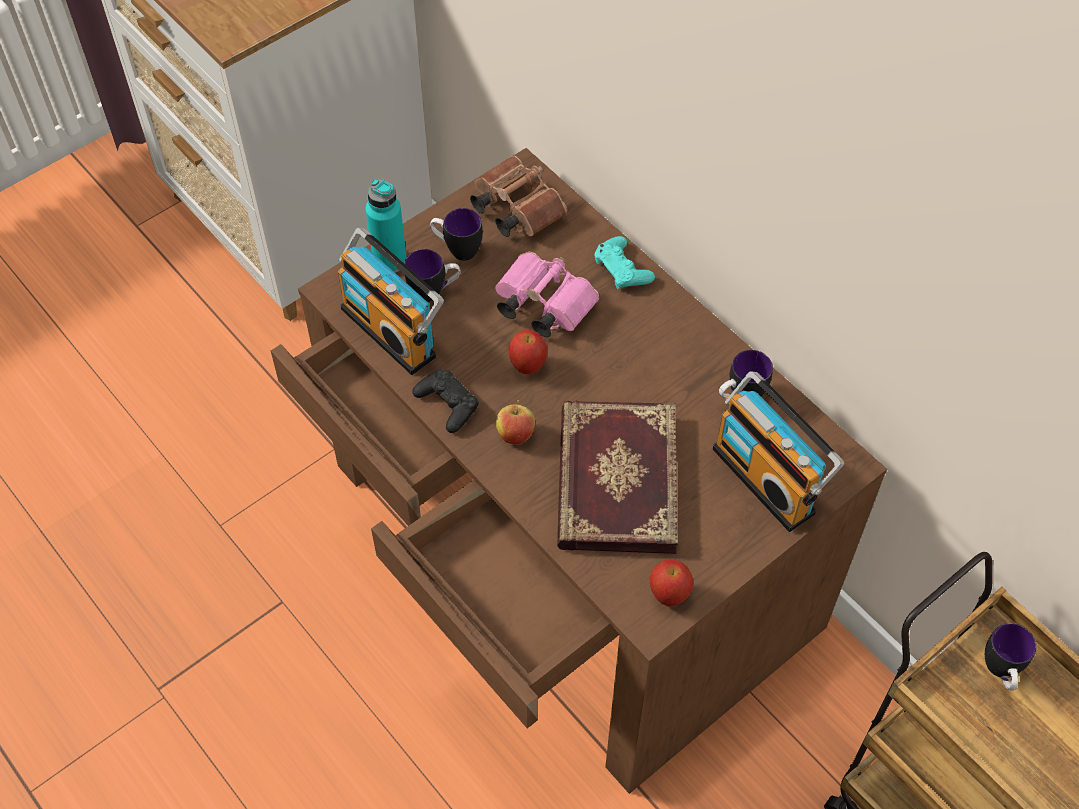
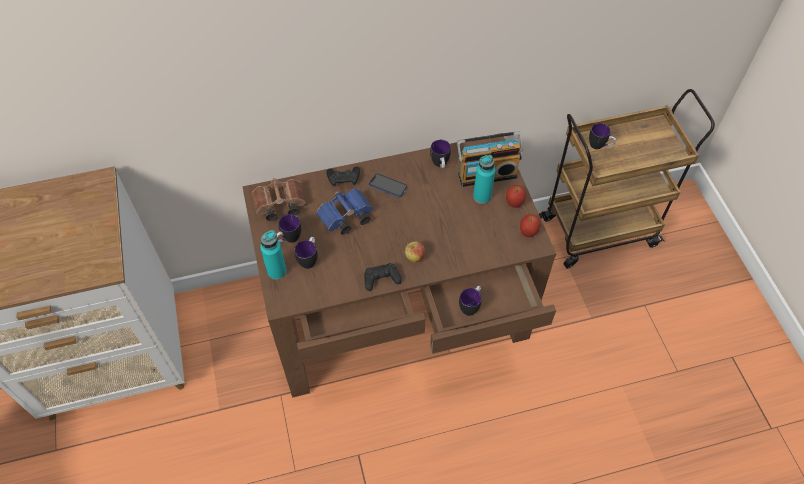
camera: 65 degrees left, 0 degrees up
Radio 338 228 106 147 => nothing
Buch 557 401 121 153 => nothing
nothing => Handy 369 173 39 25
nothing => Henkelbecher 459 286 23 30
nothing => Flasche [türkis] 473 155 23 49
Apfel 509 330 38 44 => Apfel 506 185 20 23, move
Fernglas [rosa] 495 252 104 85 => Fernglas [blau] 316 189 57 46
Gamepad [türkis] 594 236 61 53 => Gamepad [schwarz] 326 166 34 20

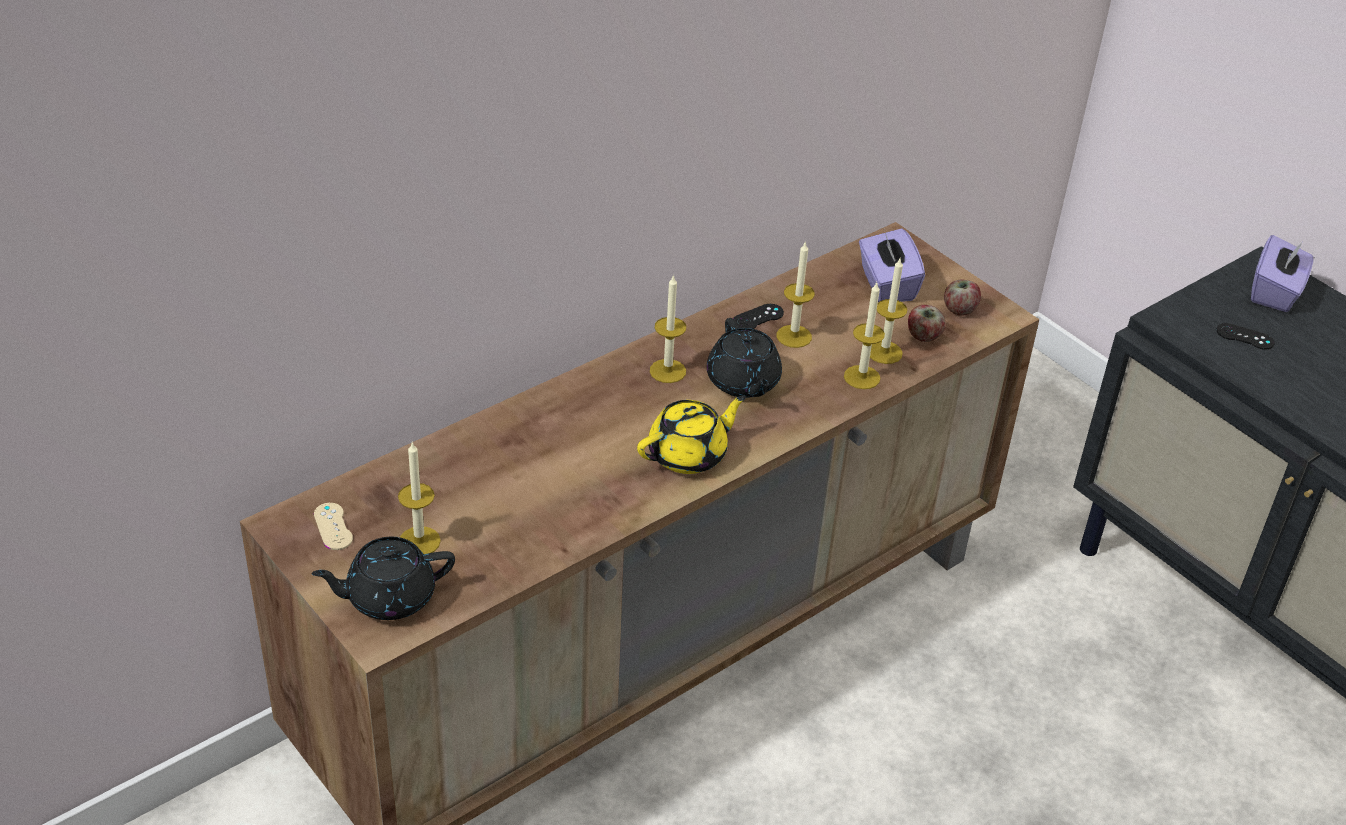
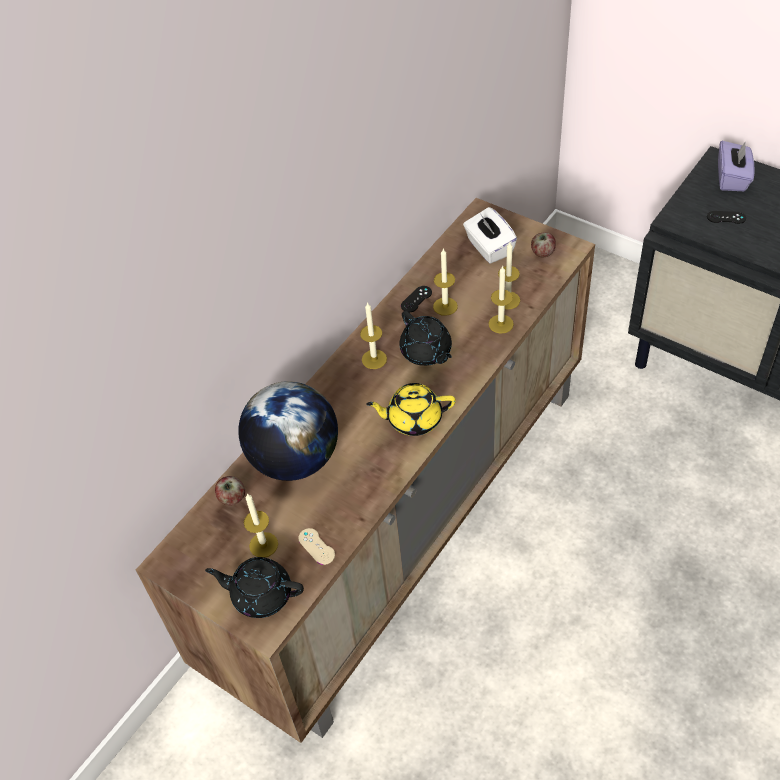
camera: 10 degrees left, 10 degrees up
nothing => Globus 238 381 100 100
Gamepad [beige] 314 503 39 47 => Gamepad [beige] 298 528 37 37, move
Apfel 908 305 38 37 => Apfel 215 476 30 29, move
Taschentuchbox [lila] 859 228 66 74 => Taschentuchbox [weiß] 463 207 54 57
Teekanne [schwarz] 312 537 143 83 => Teekanne [schwarz] 205 557 99 61, 45 degrees clockwise
Teekanne [gelb] 637 396 109 78 => Teekanne [gelb] 366 383 89 53, 135 degrees counterclockwise

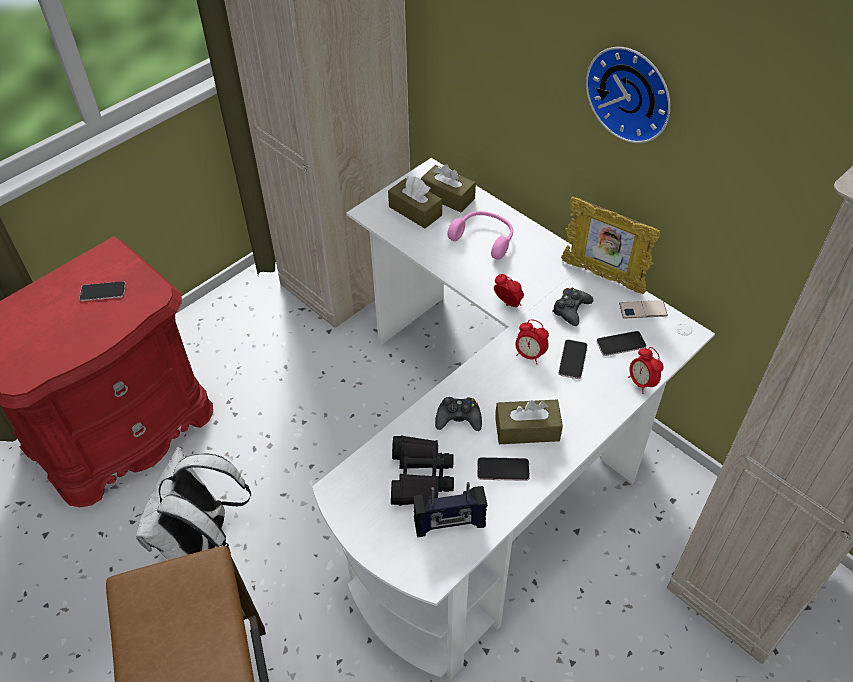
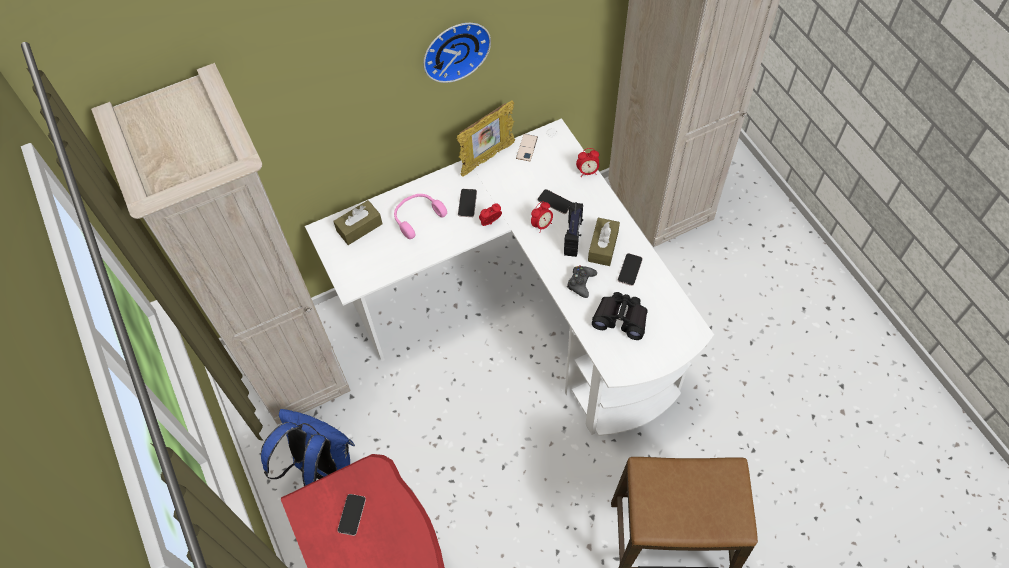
camera: 70 degrees left, 10 degrees up
Rucksack [weiß] 136 447 115 113 => nothing
Taschentuchbox [braun] 388 176 54 53 => nothing
Gamepad [schwarz] 553 288 40 38 => nothing
nothing => Rucksack [blau] 261 409 94 77
Radio 413 482 74 55 => Radio 564 202 19 55, move
Handy 596 331 51 25 => Handy 458 189 19 28, move

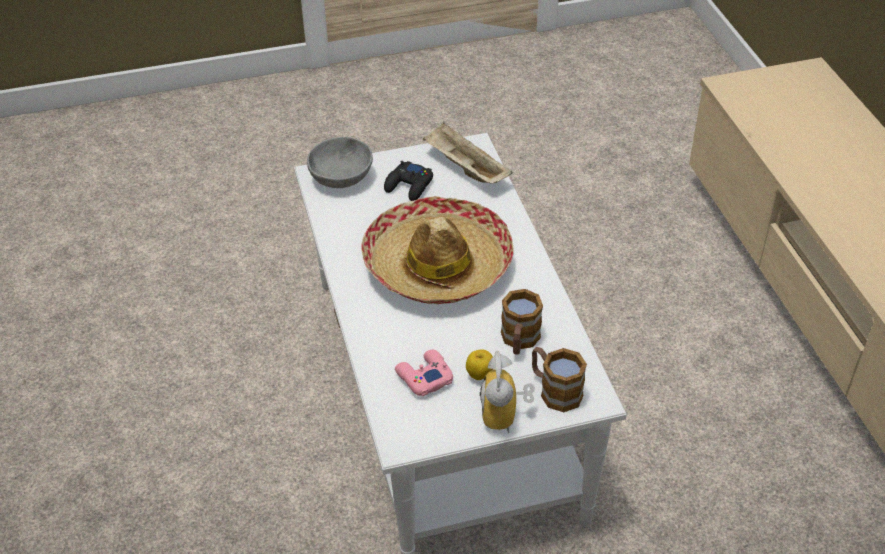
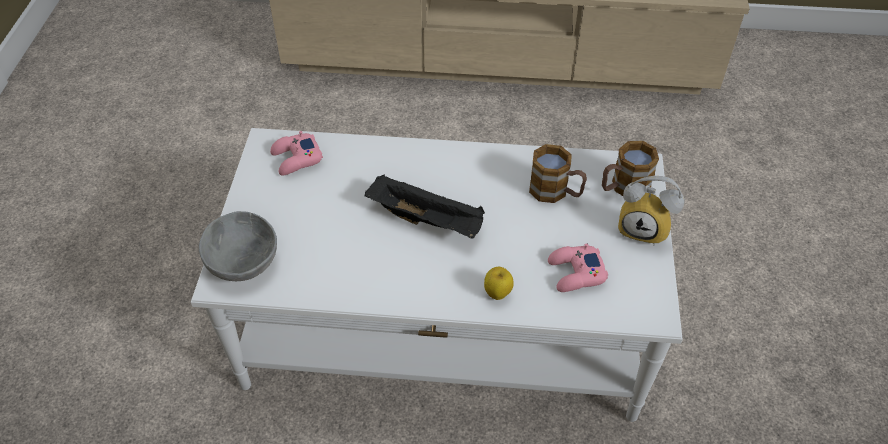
camera: 70 degrees left, 5 degrees up
Gamepad [schwarz] 384 161 49 40 => nothing
Apfel 466 349 27 31 => Apfel 484 267 30 33, move
Hut 361 196 153 108 => Tablett [schwarz] 365 174 120 65
Tablett [beige] 423 123 90 61 => Gamepad [rosa] 270 131 53 45

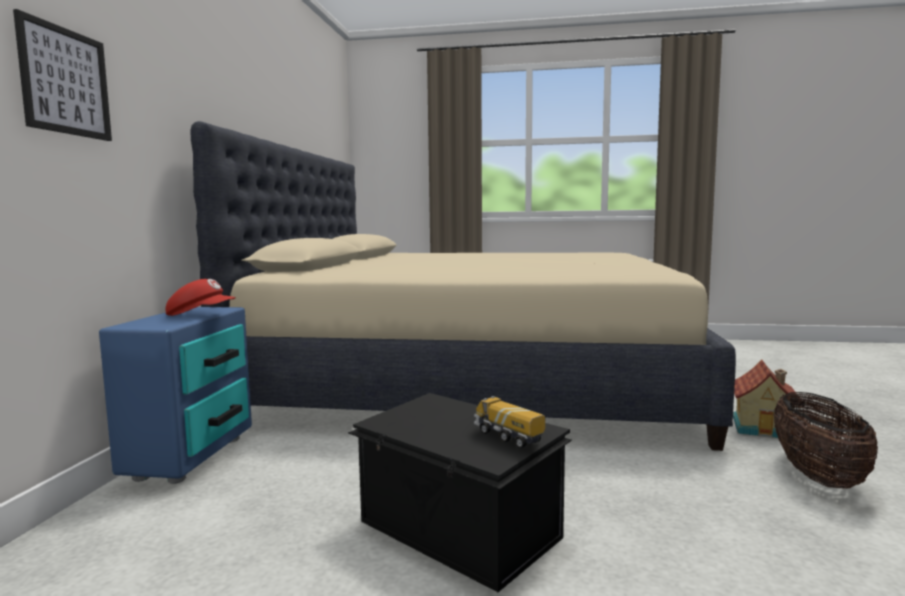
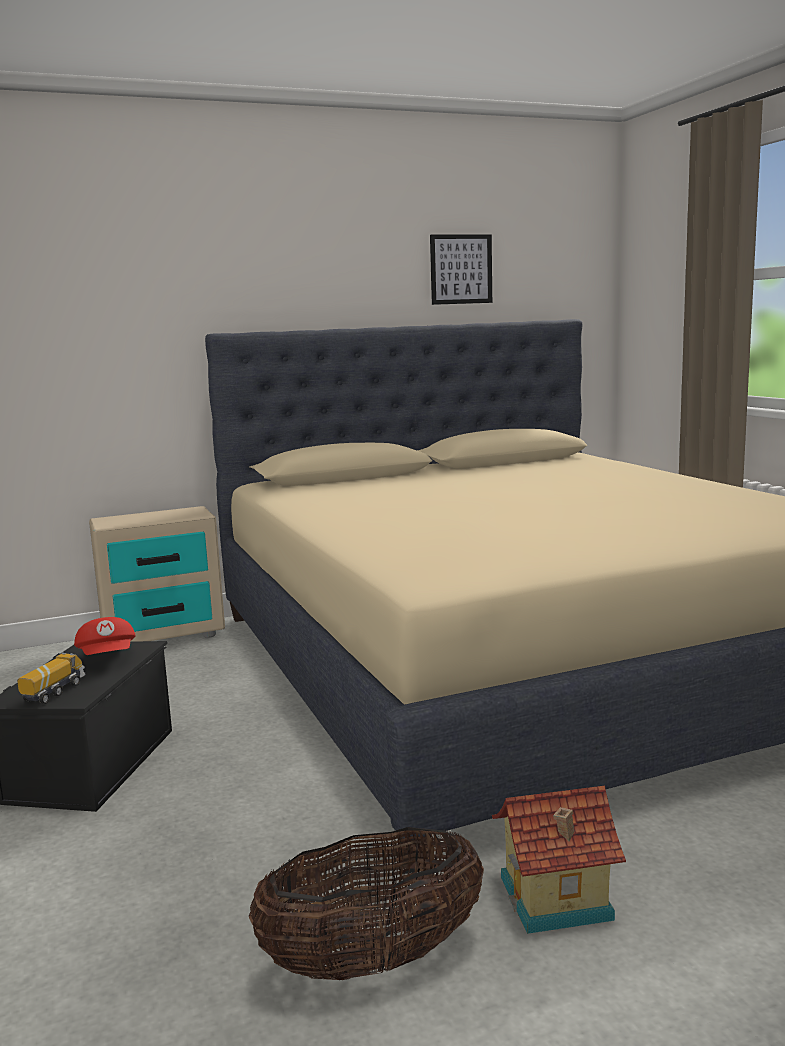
camera: 60 degrees right, 5 degrees up
Bild 13 9 99 132 => Bild 430 235 62 70, move
Kappe [rot] 166 279 70 37 => Kappe [rot] 74 617 62 38, move
Nachttisch [blau] 99 307 153 177 => Nachttisch [beige] 89 506 136 136

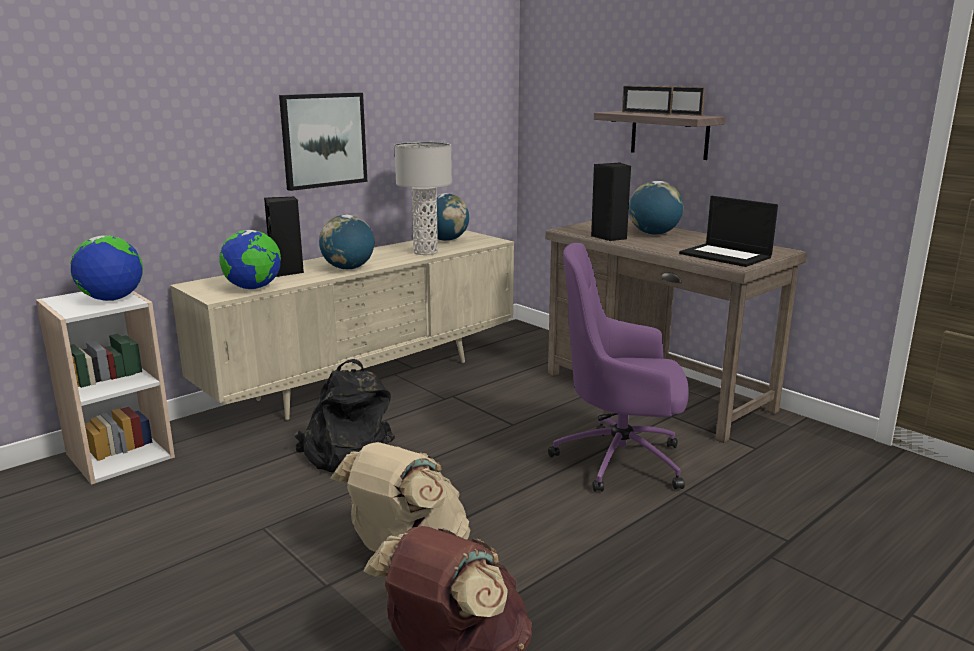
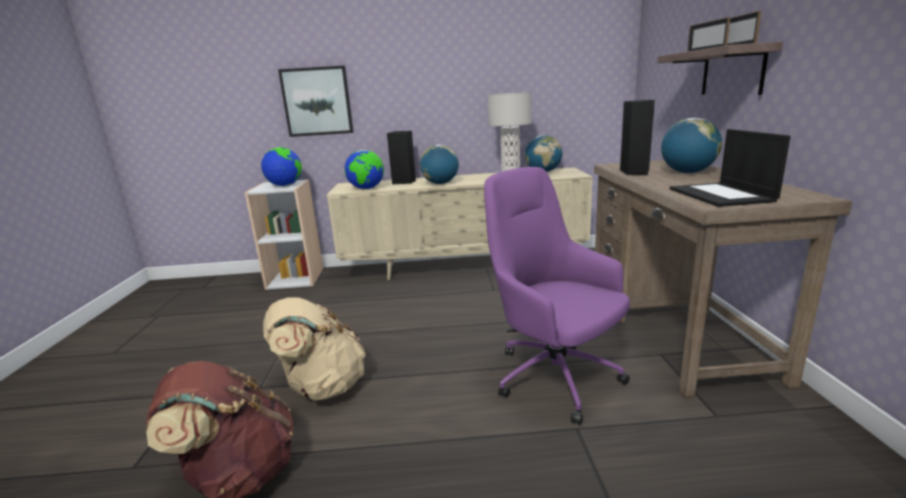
camera: 40 degrees right, 0 degrees up
Rucksack [schwarz] 294 359 101 113 => nothing
Bild 279 93 88 98 => Bild 278 66 75 71, move

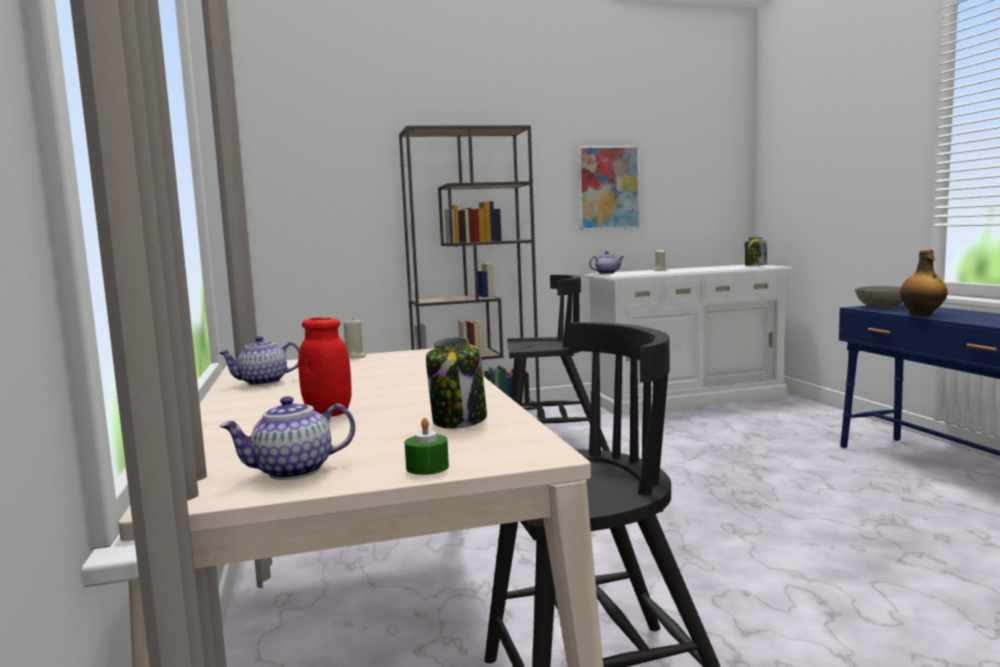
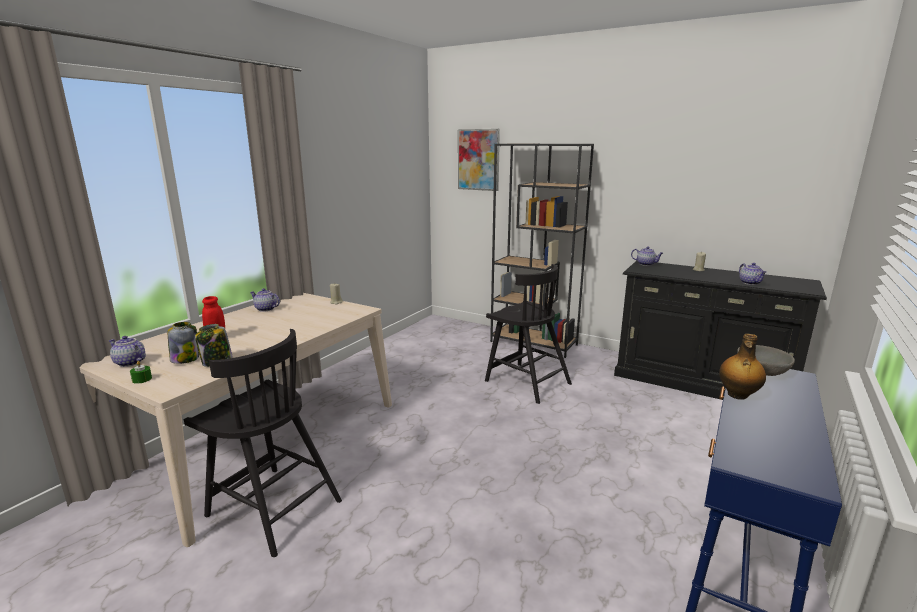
camera: 45 degrees right, 10 degrees up
nothing => Teekanne 739 263 28 22
Bild 578 145 62 85 => Bild 458 129 42 62, move
Vorratsglas 745 237 22 29 => Vorratsglas 168 322 31 42, move
Schrank [weiß] 585 265 208 150 => Schrank [schwarz] 614 261 213 139

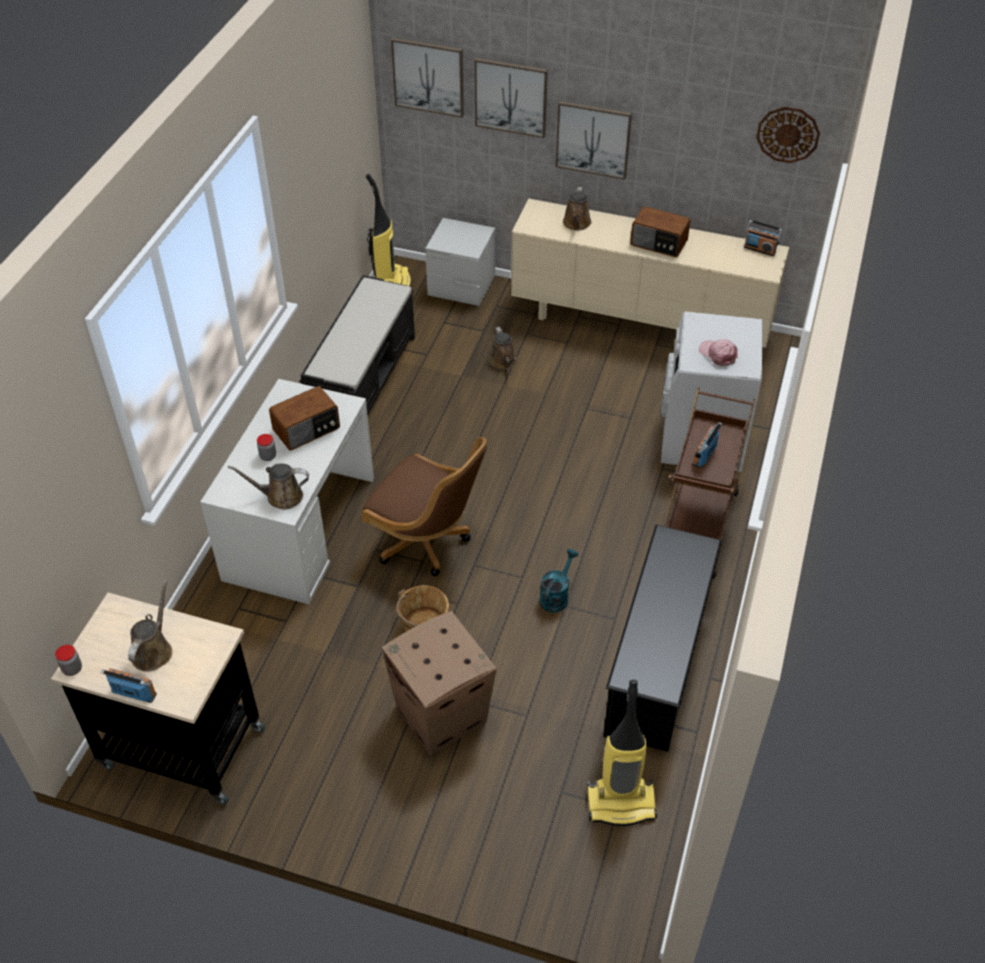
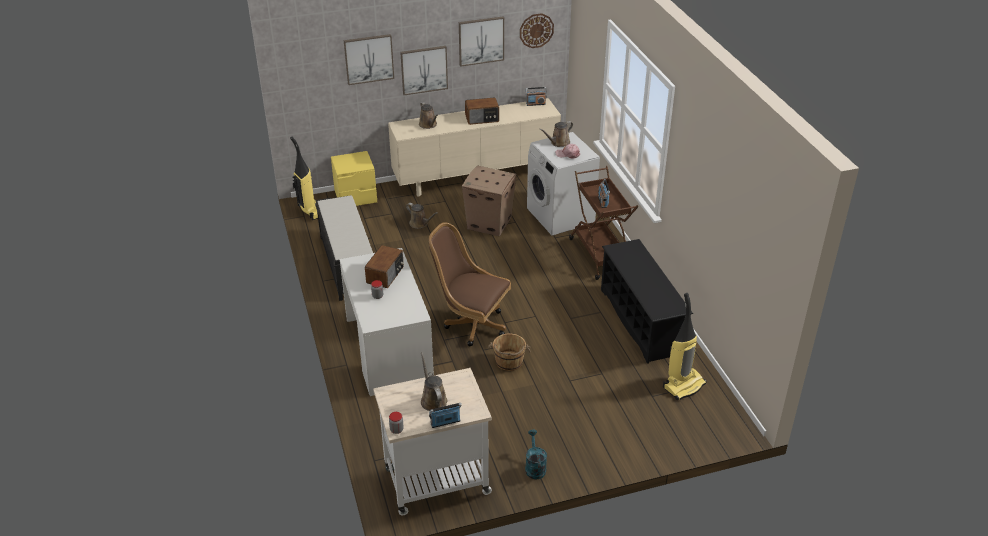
camera: 35 degrees left, 10 degrees down
Gießkanne [braun] 228 463 81 46 => Gießkanne [braun] 539 121 34 26, move
Karton 381 611 116 145 => Karton 462 166 55 70, move
Bild 391 37 73 81 => Bild 459 17 45 50, move
Gießkanne [türkis] 539 549 40 63 => Gießkanne [türkis] 525 430 22 49, move
Rollwagen [schwarz] 51 593 214 212 => Rollwagen [weiß] 373 368 119 147
Nachttisch [weiß] 425 218 70 88 => Nachttisch [gelb] 331 151 46 55
Bürostuhl [braun] 362 437 125 139 => Bürostuhl [braun] 429 222 82 124, 150 degrees counterclockwise

